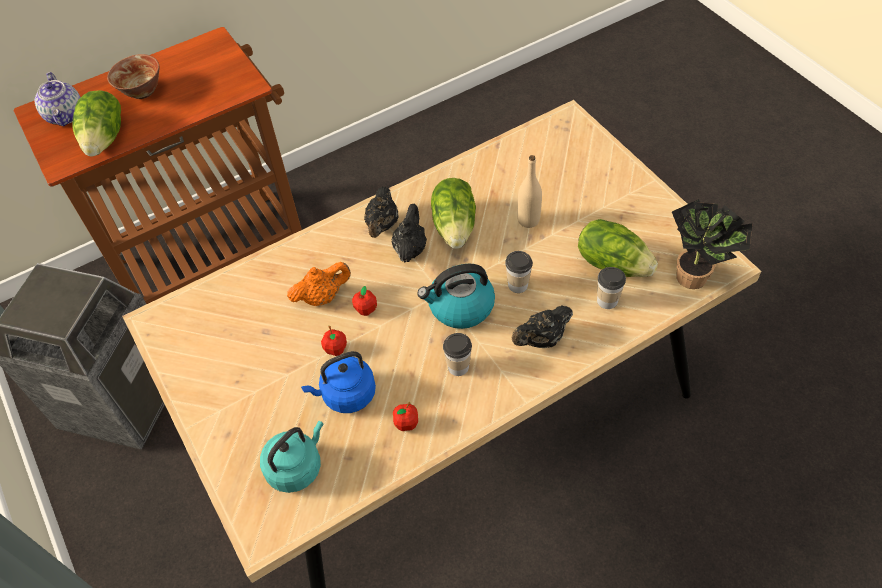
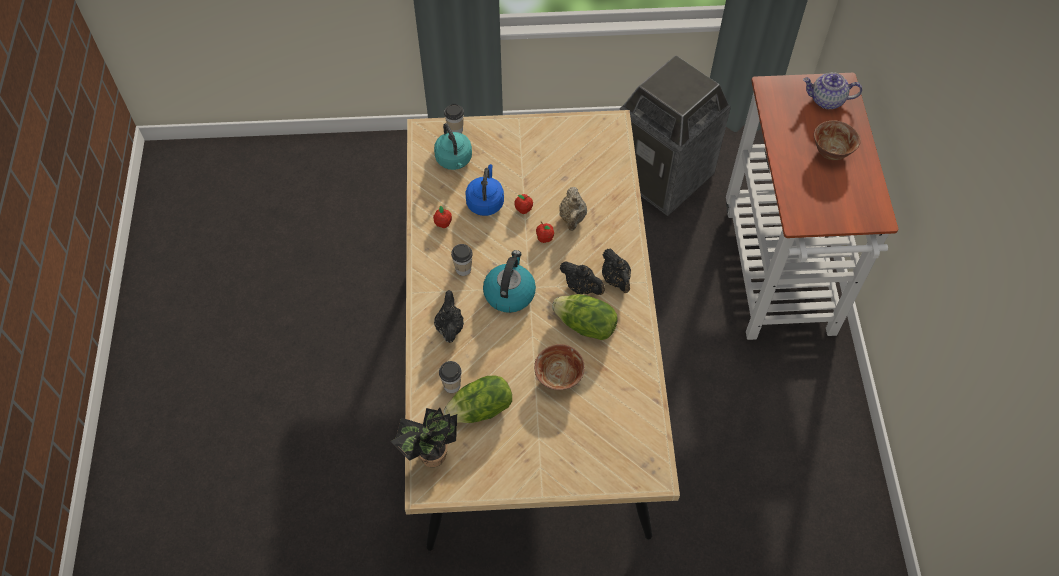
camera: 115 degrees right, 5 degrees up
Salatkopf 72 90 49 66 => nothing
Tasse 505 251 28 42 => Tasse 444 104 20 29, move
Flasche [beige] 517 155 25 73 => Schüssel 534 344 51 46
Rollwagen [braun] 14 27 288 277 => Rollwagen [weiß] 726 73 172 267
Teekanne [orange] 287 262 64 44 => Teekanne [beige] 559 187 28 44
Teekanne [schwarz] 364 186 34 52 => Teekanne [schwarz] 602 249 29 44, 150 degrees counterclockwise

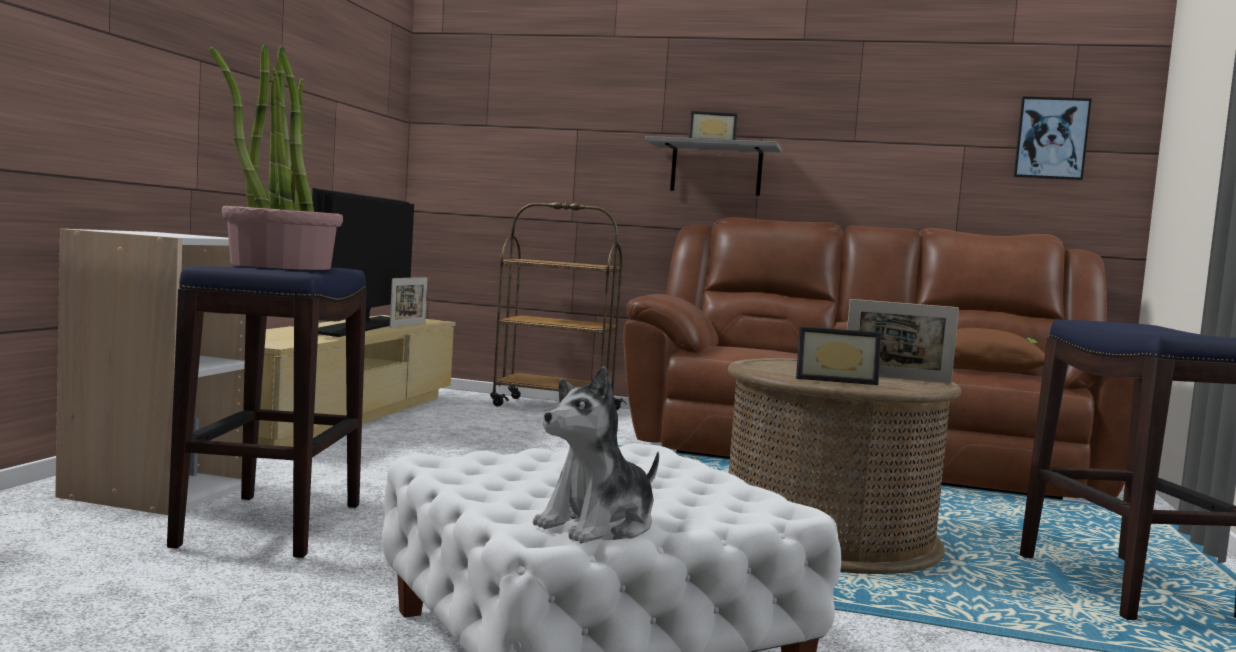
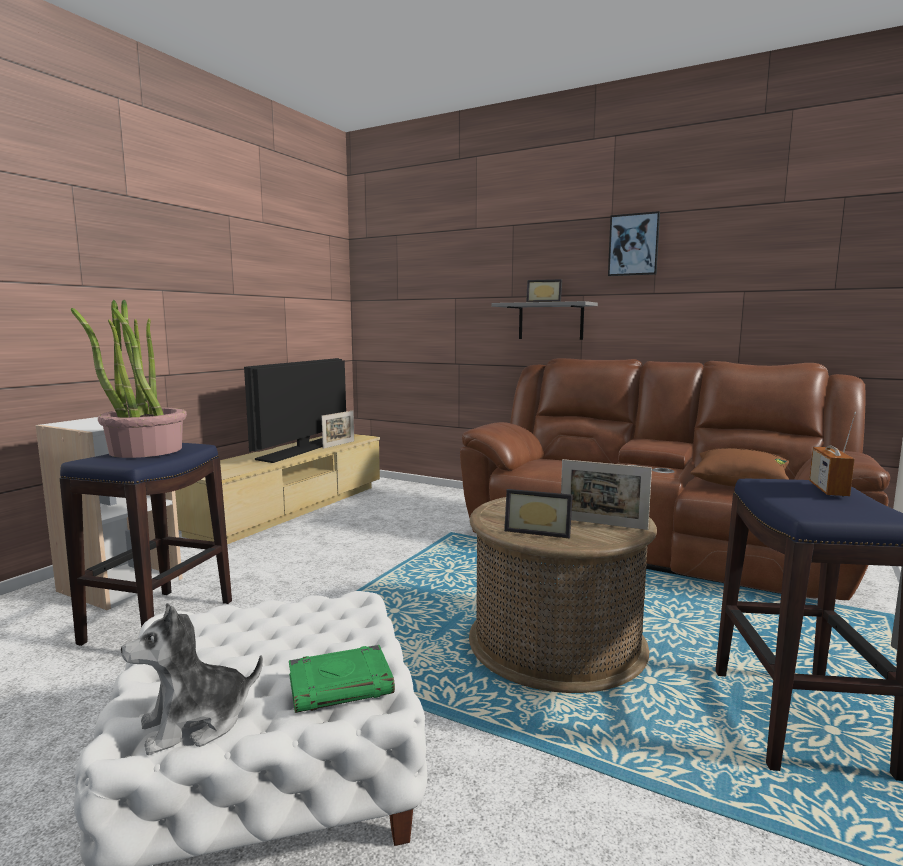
camera: 15 degrees right, 5 degrees up
Rollwagen [braun] 490 202 136 208 => nothing
nothing => Buch [grün] 289 645 106 68
nothing => Radio 809 412 47 85
Bild 1013 96 79 84 => Bild 608 211 52 65, move

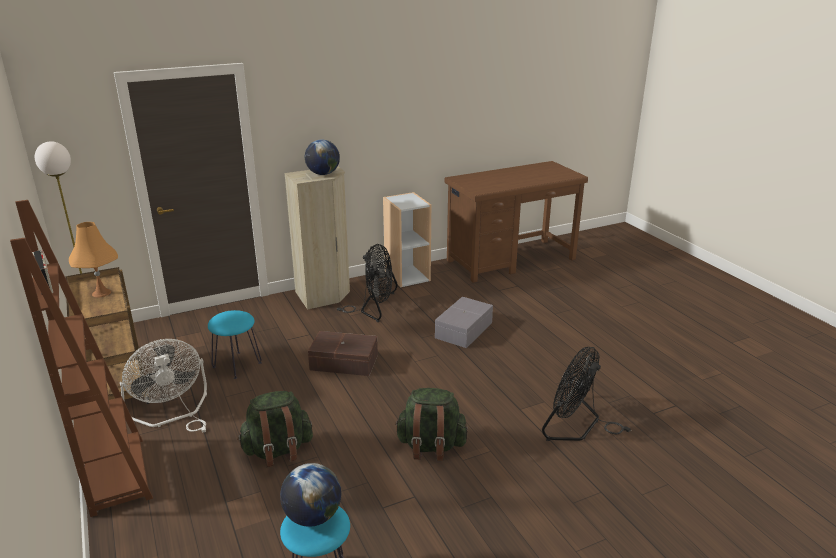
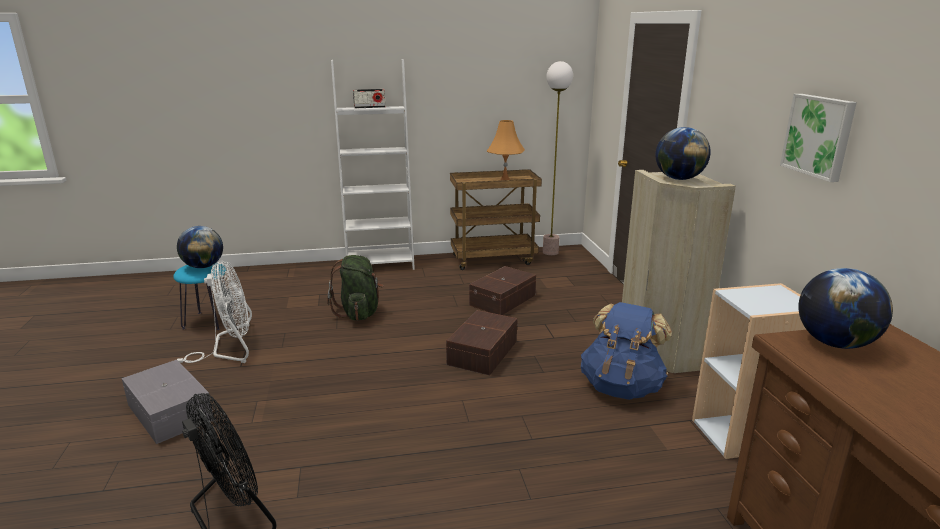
camera: 105 degrees right, 5 degrees down
Rucksack [grün] 395 388 73 73 => nothing
nothing => Bild 780 94 77 88
nothing => Globus 798 268 95 81
Ventilator [weiß] 120 339 87 94 => Ventilator [weiß] 177 260 75 103, move
Aufbewahrungsbox [grau] 435 297 58 51 => Aufbewahrungsbox [grau] 122 360 91 84, move
Hocker [türkis] 208 310 54 69 => Aufbewahrungsbox [braun] 469 266 67 49
Ventilator [schwarz] 336 244 62 78 => Rucksack [blau] 581 302 91 98
Bücherregal [braun] 10 200 143 317 => Bücherregal [weiß] 331 59 84 211

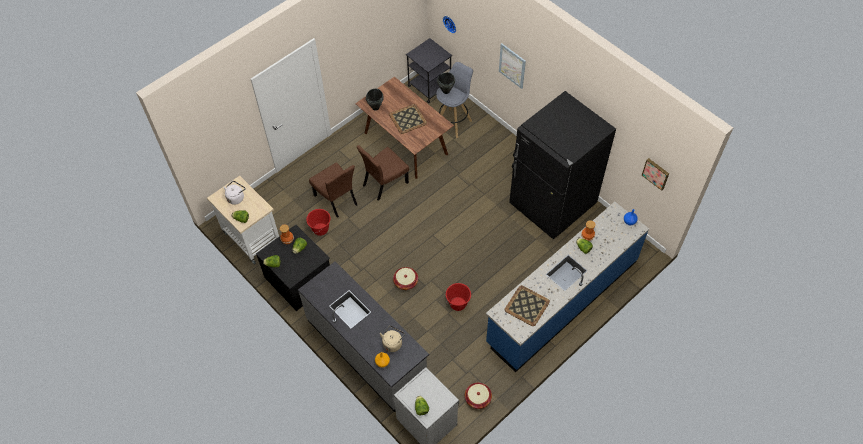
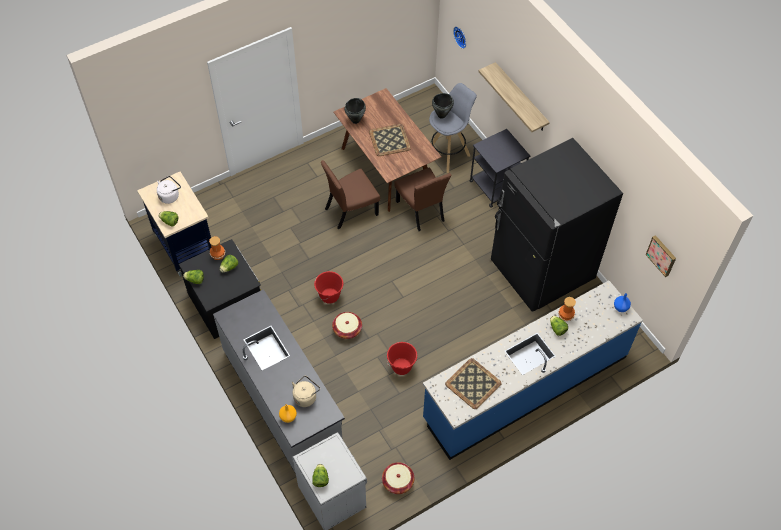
camera: 10 degrees right, 0 degrees up
Eimer [rot] 306 209 25 27 => Eimer [rot] 314 271 30 33, move
Stuhl [braun] 309 162 48 56 => Stuhl [braun] 394 168 57 63, move
Rollwagen [schwarz] 406 38 46 65 => Rollwagen [schwarz] 470 129 60 78, move
Bild 499 43 27 46 => Wandregal 478 62 72 70
Rollwagen [weiß] 207 176 72 89 => Rollwagen [blau] 137 172 74 105

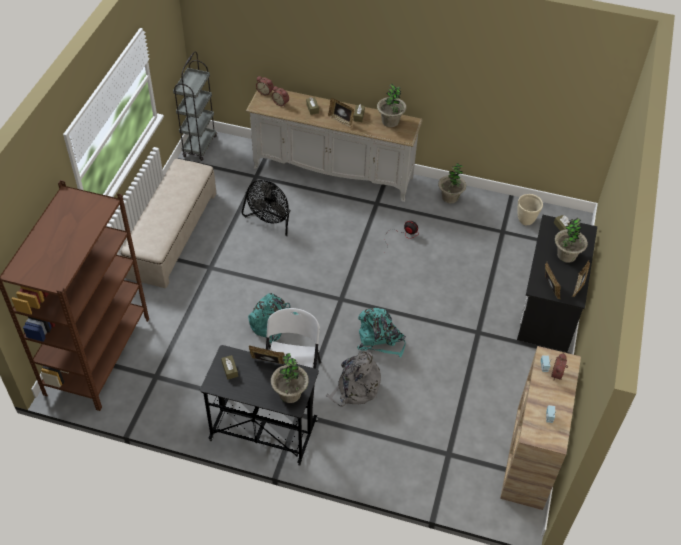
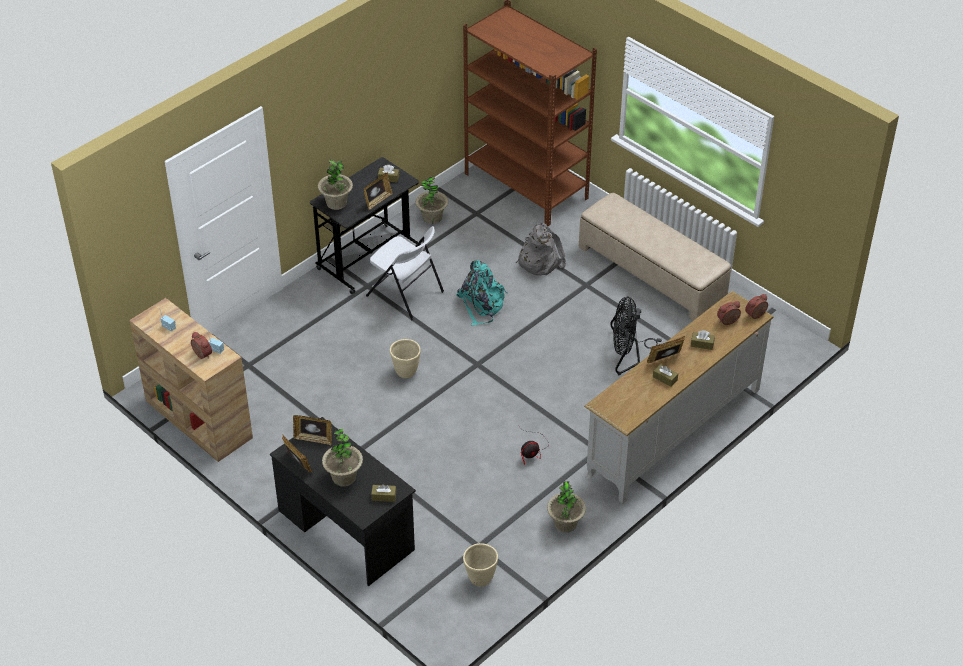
camera: 120 degrees right, 5 degrees down
Rollwagen [grau] 173 51 44 110 => nothing
Rucksack [grau] 326 351 55 56 => Rucksack [grau] 516 223 50 52, move
Topfpflanze 377 84 30 43 => Topfpflanze 416 176 32 48, move
Rucksack [türkis] 357 308 49 49 => Pflanzkübel [beige] 390 339 31 39
Ventilator [schwarz] 242 180 48 56 => Ventilator [schwarz] 610 296 53 79, 60 degrees counterclockwise

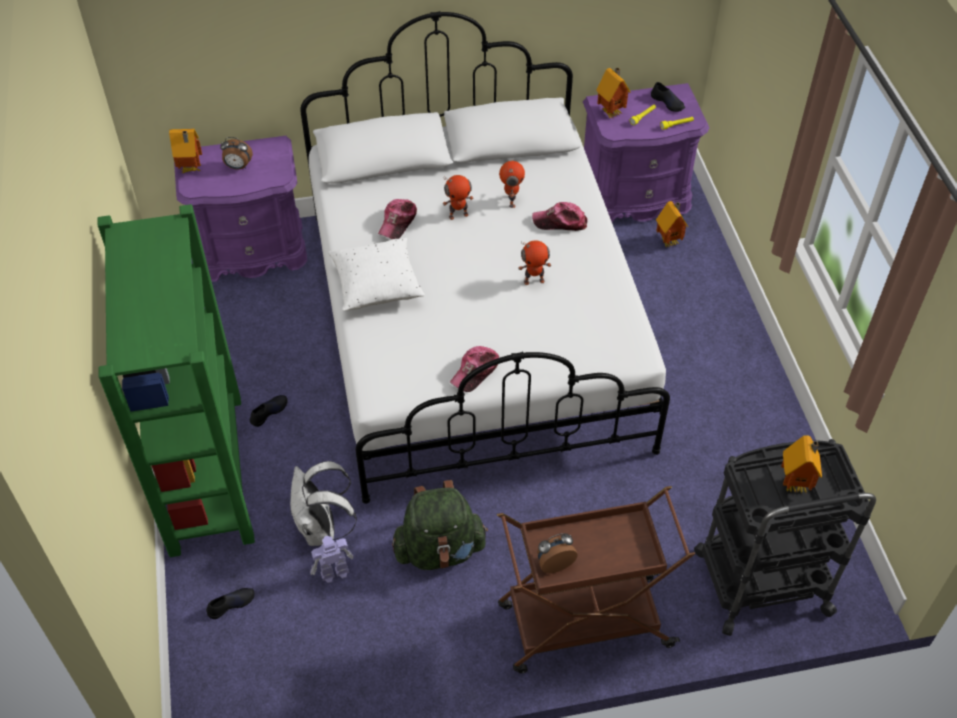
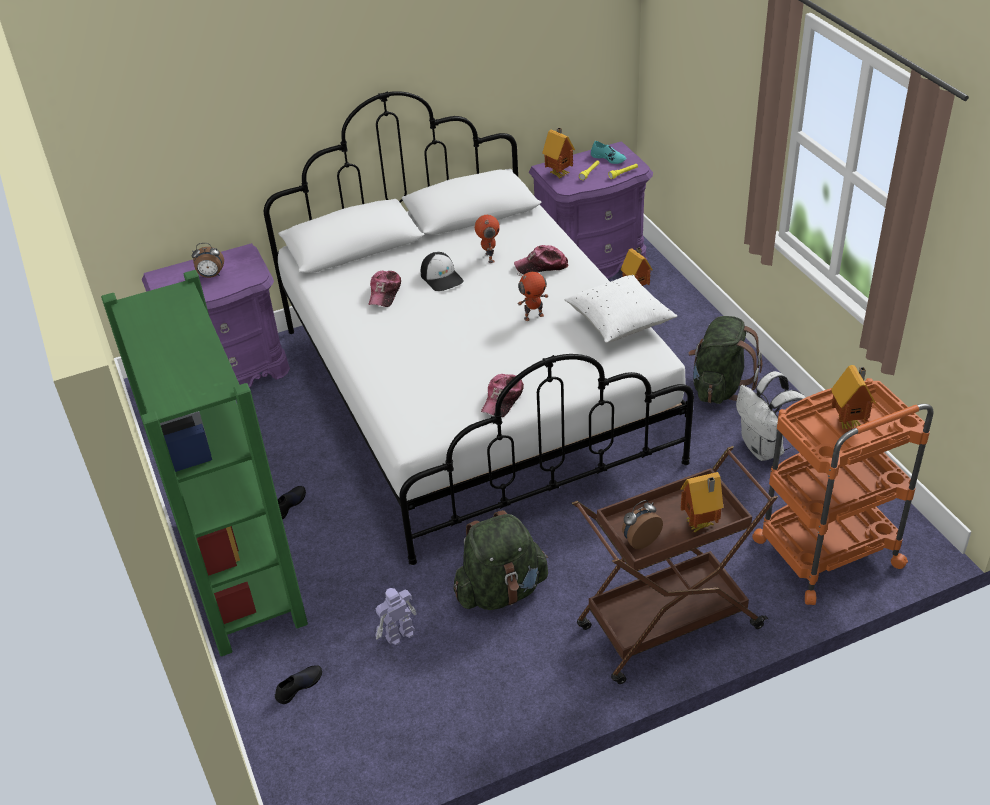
camera: 10 degrees left, 10 degrees down
nothing => Rucksack [grün] 688 316 74 88
Spielzeughaus 169 129 33 44 => Spielzeughaus 680 472 43 60, move
Rucksack [weiß] 290 461 67 85 => Rucksack [weiß] 736 371 70 90, move
Kissen [weiß] 328 237 97 74 => Kissen [weiß] 564 275 113 68, move
Spielzeugroboter 443 175 30 45 => Kappe 421 252 42 39
Schuh [schwarz] 651 82 34 30 => Schuh [türkis] 591 141 36 23
Rollwagen [schwarz] 694 439 182 197 => Rollwagen [orange] 752 378 181 227

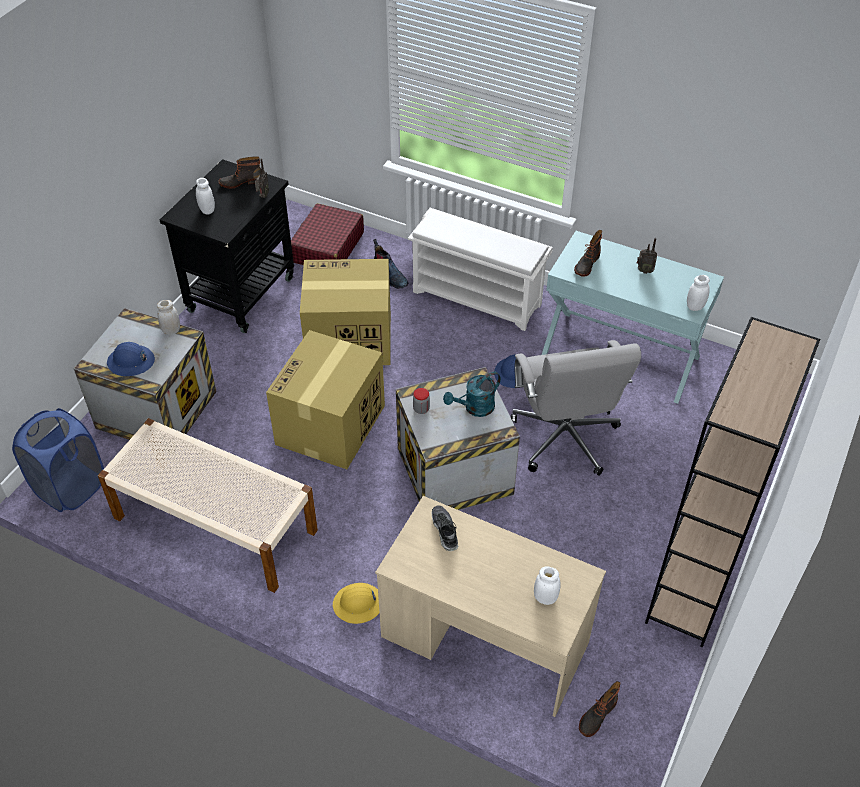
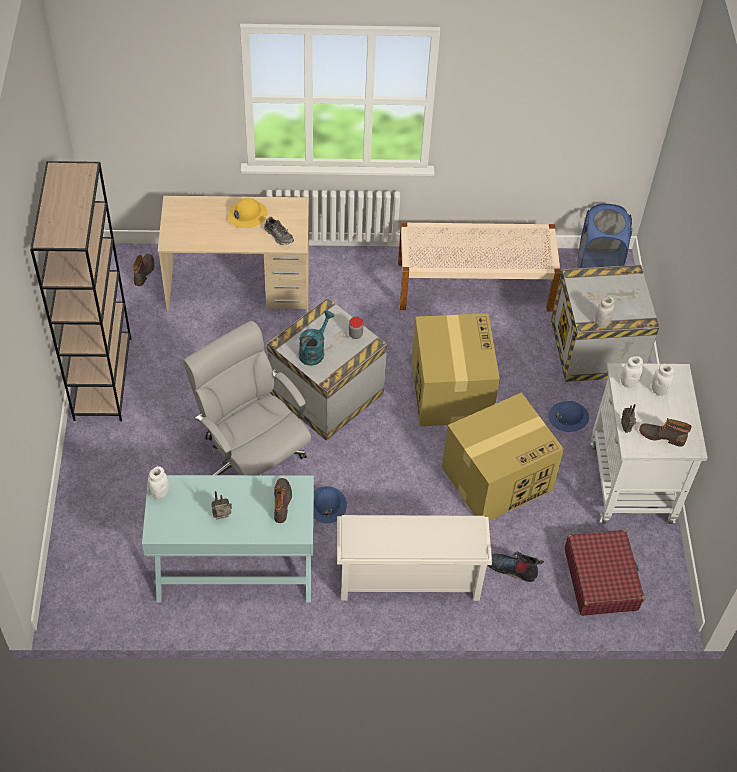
camera: 150 degrees right, 5 degrees up
Schutzhelm [blau] 107 342 48 34 => Schutzhelm [blau] 548 401 41 31, move
Schutzhelm [gelb] 333 583 46 41 => Schutzhelm [gelb] 228 198 39 30, move
Vorratsglas [weiß] 534 566 27 39 => Vorratsglas [weiß] 620 356 23 31, move
Rollwagen [schwarz] 160 159 134 174 => Rollwagen [weiß] 589 363 119 161
Stiefel 219 156 41 32 => Stiefel 639 418 53 29, 120 degrees counterclockwise

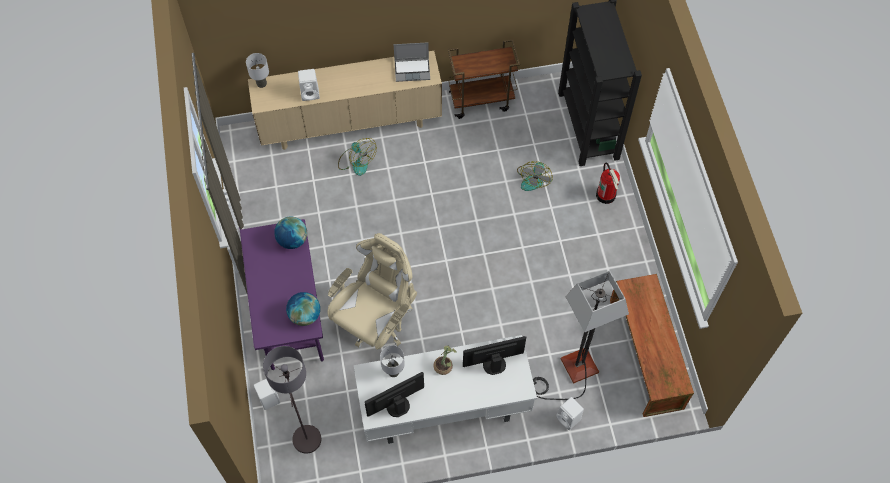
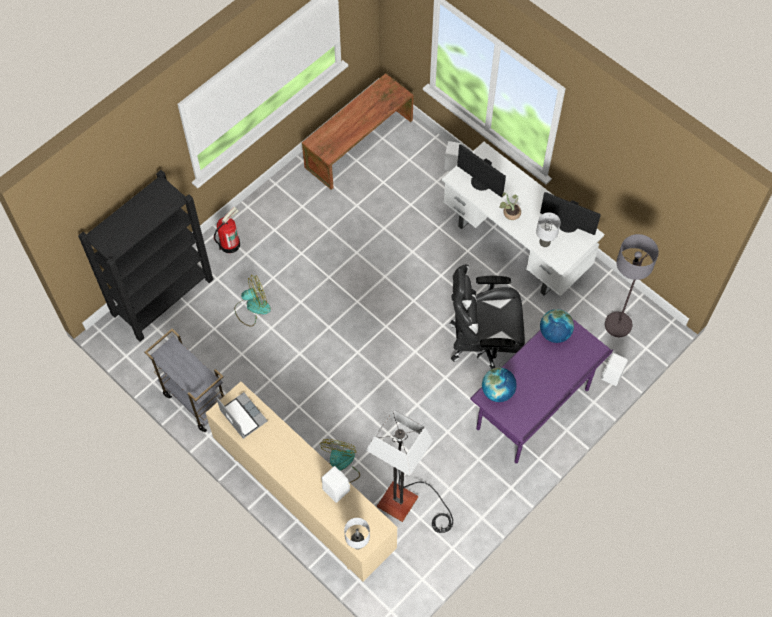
camera: 125 degrees left, 0 degrees up
Stehlampe 533 270 96 130 => Stehlampe 366 409 87 124, move
Bürostuhl [beige] 327 233 90 117 => Bürostuhl [schwarz] 450 264 75 106
Rollwagen [braun] 448 39 72 80 => Rollwagen [grau] 144 329 80 103

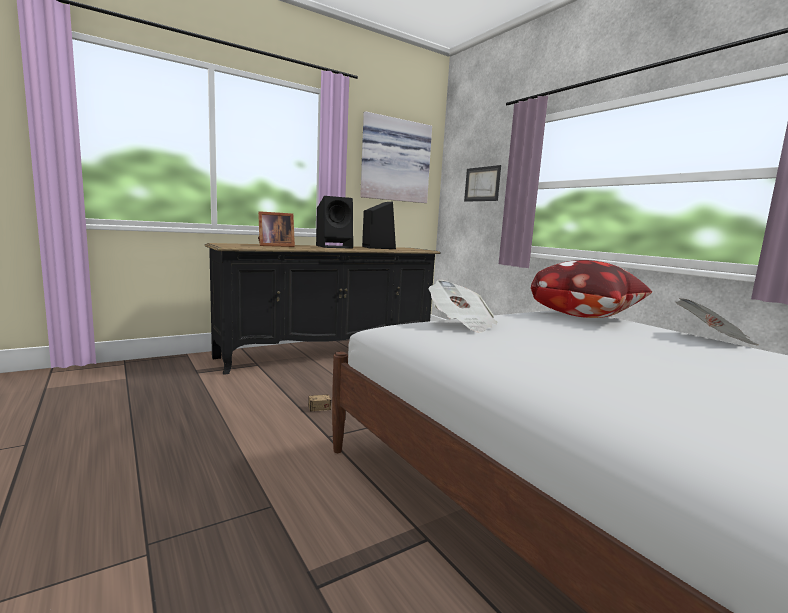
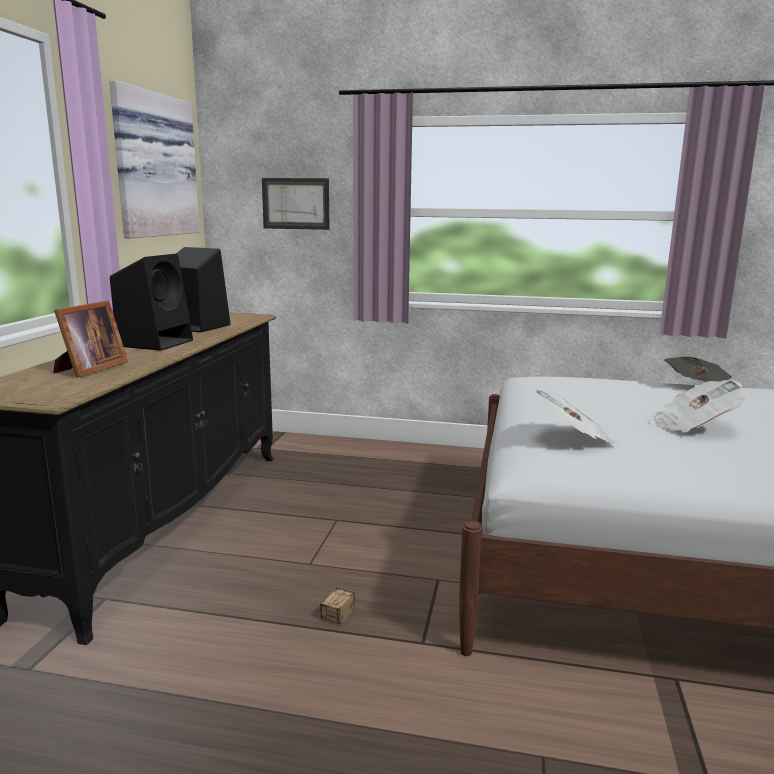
camera: 45 degrees left, 5 degrees up
Kissen 531 260 121 58 => nothing
nothing => Zeitung 650 380 95 53

